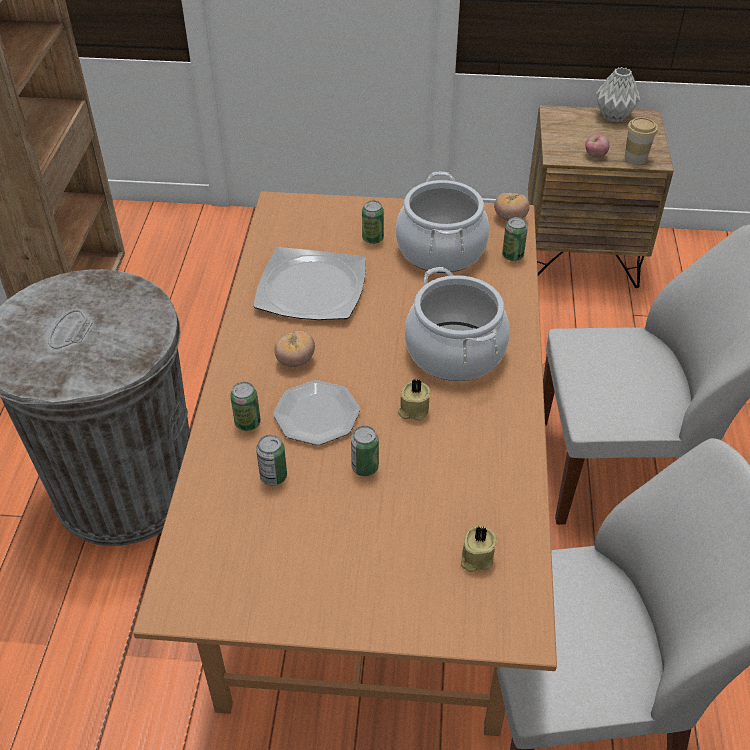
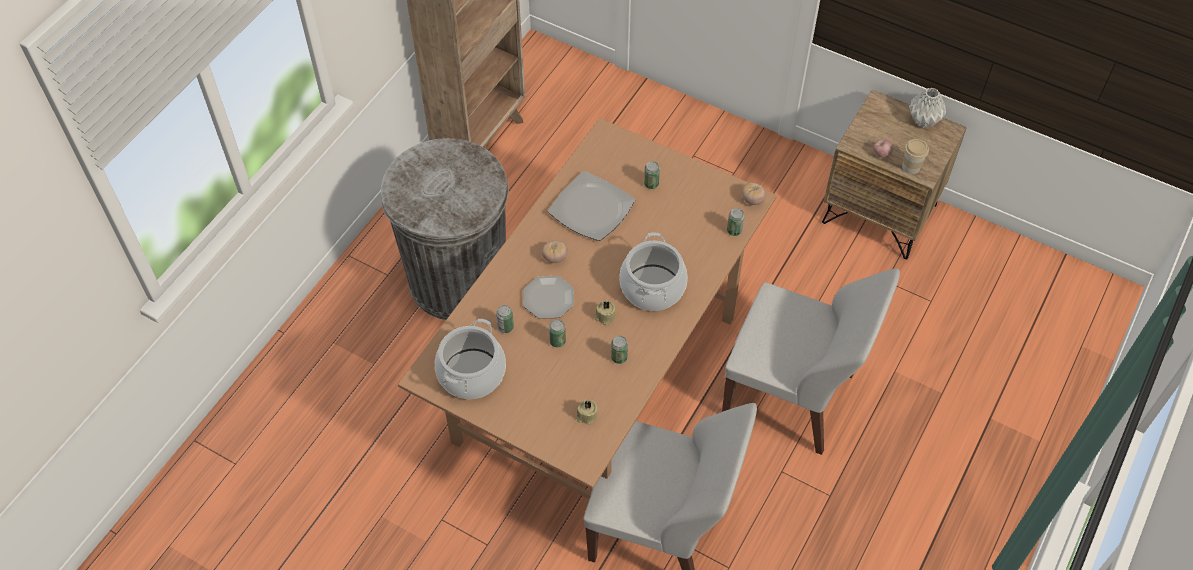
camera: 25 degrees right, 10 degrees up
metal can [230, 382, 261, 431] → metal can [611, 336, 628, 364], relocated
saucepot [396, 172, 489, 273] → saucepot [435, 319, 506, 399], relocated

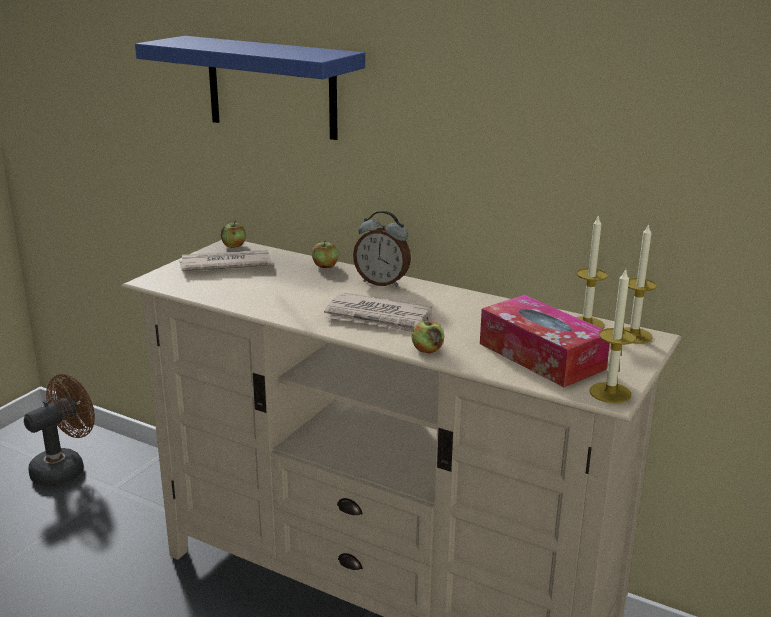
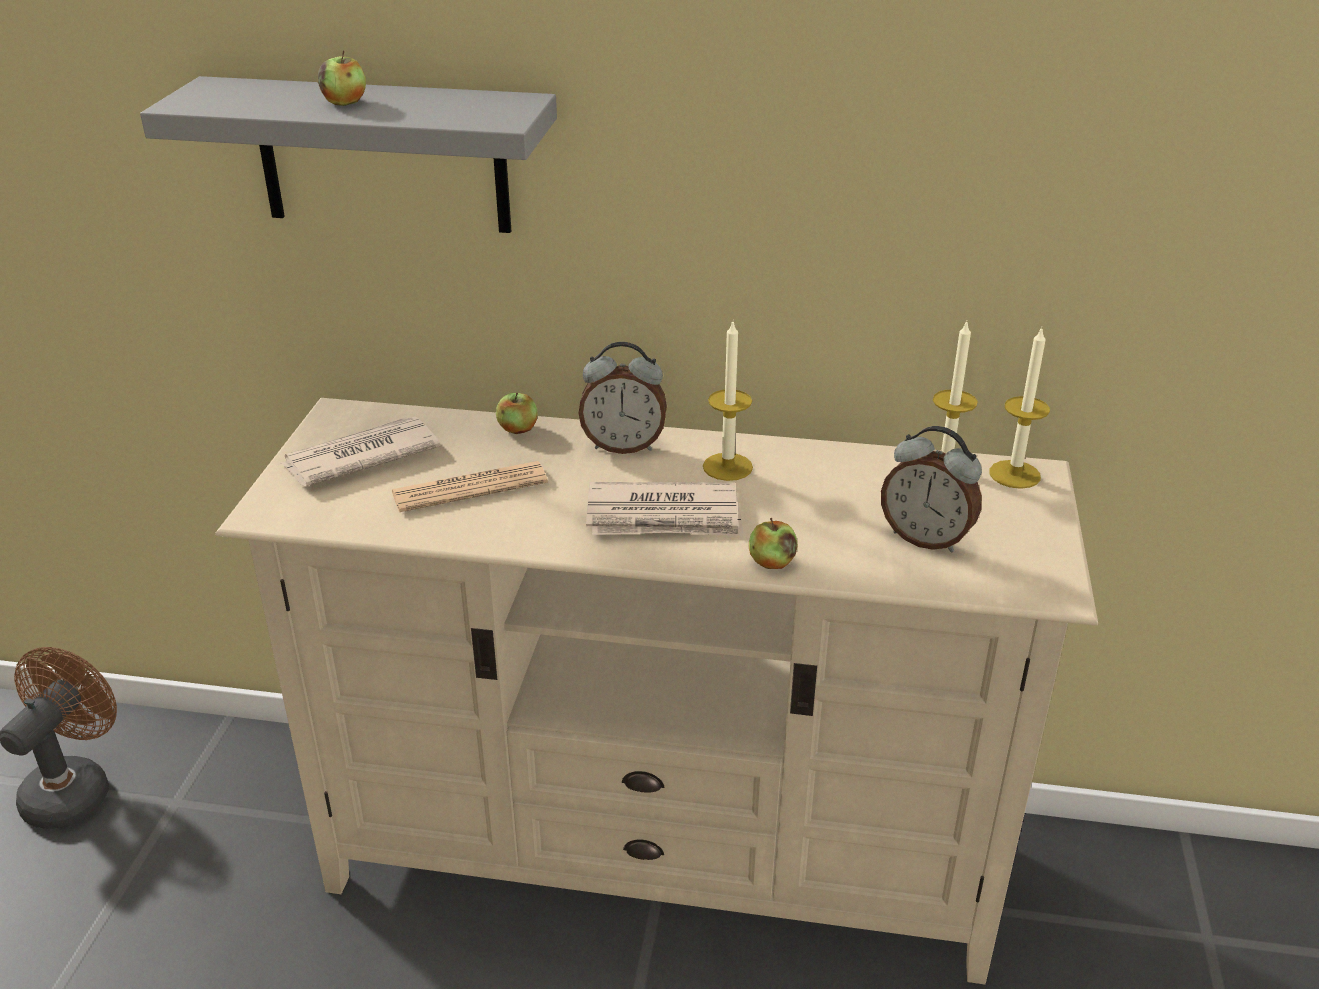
camera: 20 degrees left, 10 degrees up
blue wall shelf [135, 36, 365, 140] → grey wall shelf [140, 76, 557, 233]
whole apple [221, 221, 246, 248] → whole apple [318, 51, 366, 106], relocated
tissue box [480, 295, 610, 387] → table clock [881, 426, 982, 552]
wax light [589, 268, 636, 403] → wax light [703, 322, 753, 481], relocated
- → newspaper [392, 461, 548, 512]

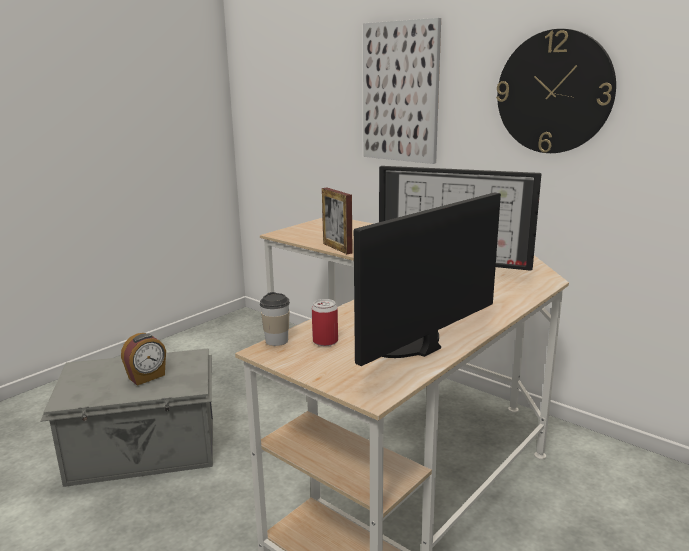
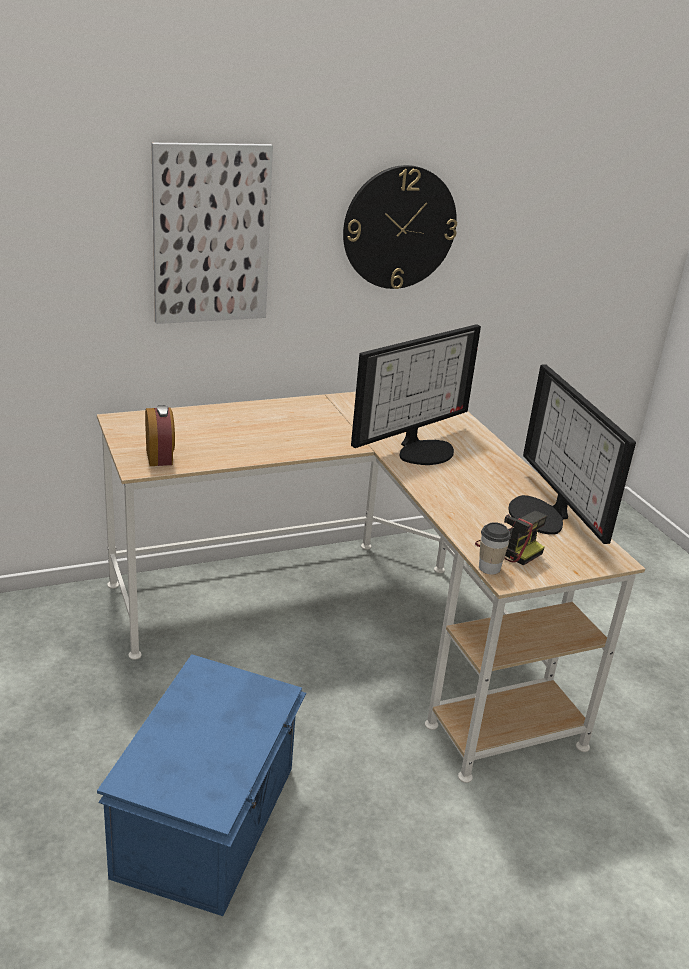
camera: 65 degrees left, 10 degrees up
grey storage box [40, 348, 213, 487] → blue storage box [97, 654, 306, 916]
table clock [121, 333, 166, 386] → table clock [145, 405, 175, 466], relocated
metal can [312, 299, 338, 346] → photo camera [475, 511, 547, 565]
standing frame [322, 188, 353, 254] → -

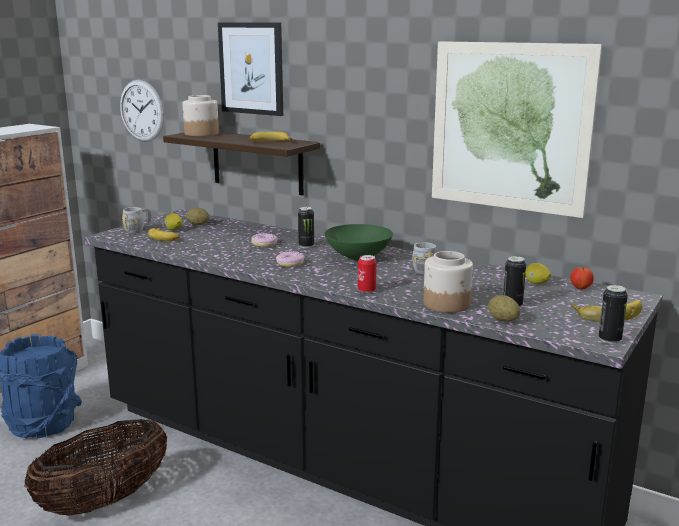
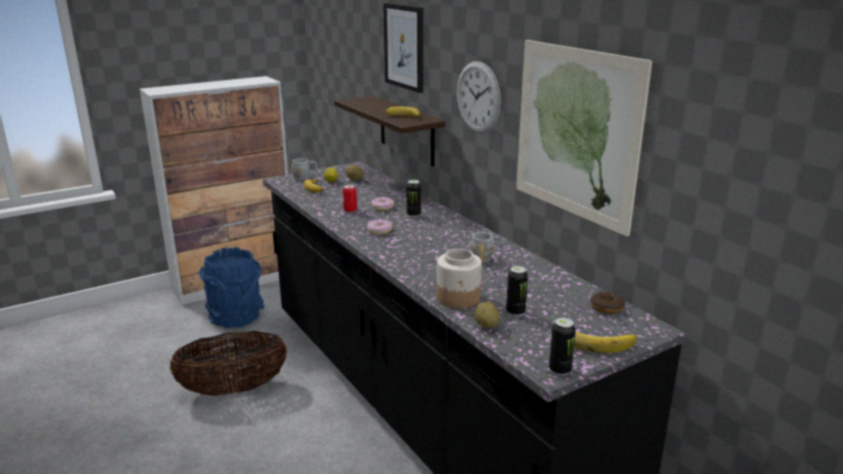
camera: 25 degrees right, 5 degrees up
hanging clock [120, 80, 164, 142] → hanging clock [457, 61, 501, 133], relocated
preserve jar [183, 95, 219, 136] → -
green-coloured serving bowl [325, 224, 393, 261] → -
metal can [358, 255, 377, 293] → metal can [343, 184, 357, 213], relocated
citrus fruit [526, 263, 551, 284] → -
whole apple [570, 267, 594, 290] → ring doughnut [591, 292, 625, 314]

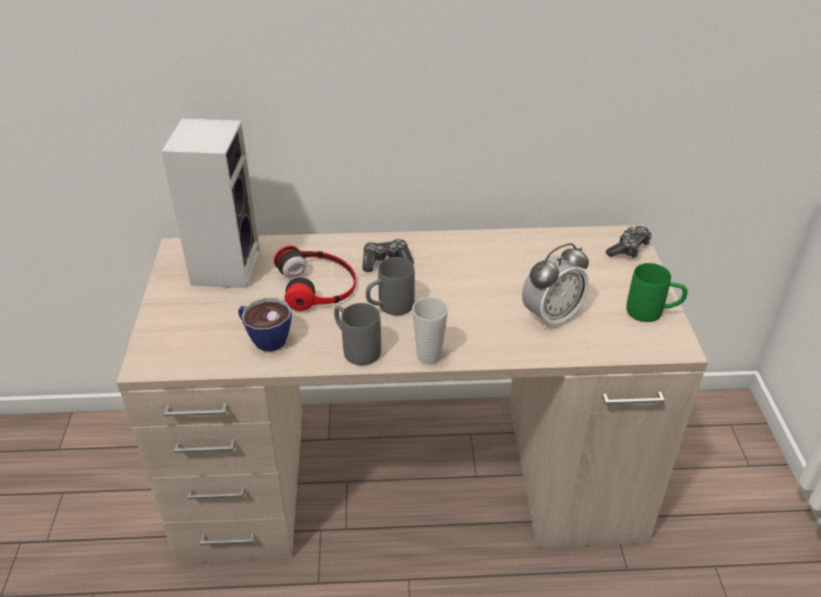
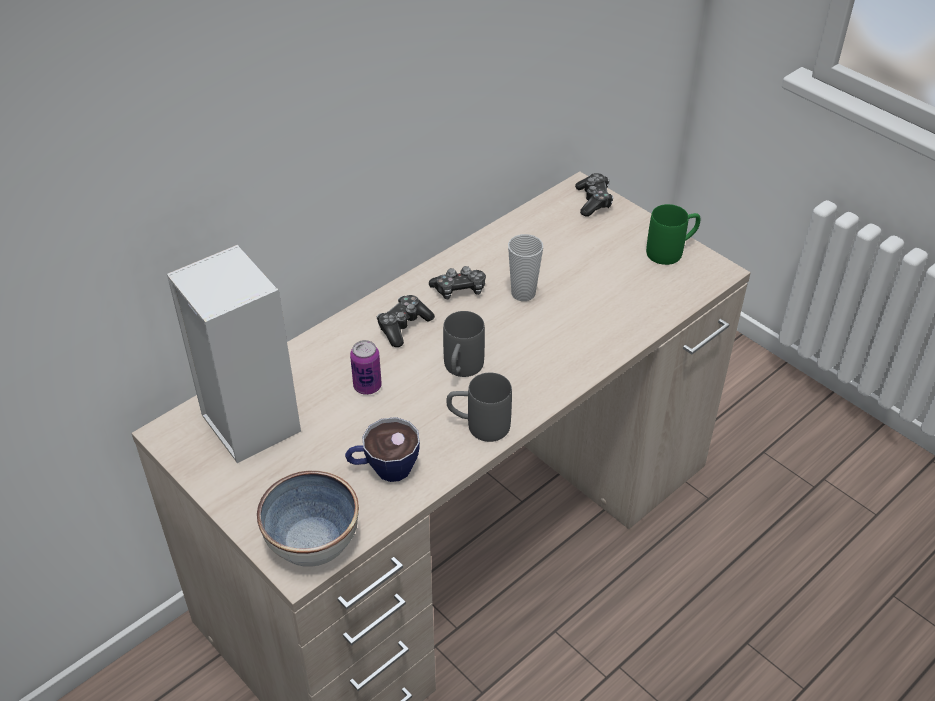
camera: 40 degrees left, 5 degrees up
headphones [274, 245, 356, 311] → metal can [350, 340, 382, 395]
drinking cup [412, 297, 448, 364] → drinking cup [508, 234, 543, 301], relocated
table clock [522, 243, 589, 330] → -
- → serving bowl [257, 470, 359, 567]
- → gamepad [429, 266, 486, 299]

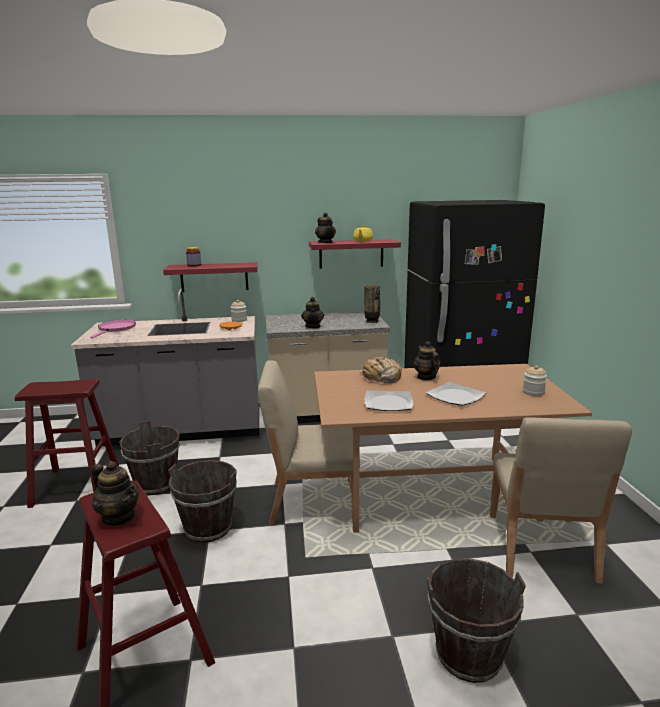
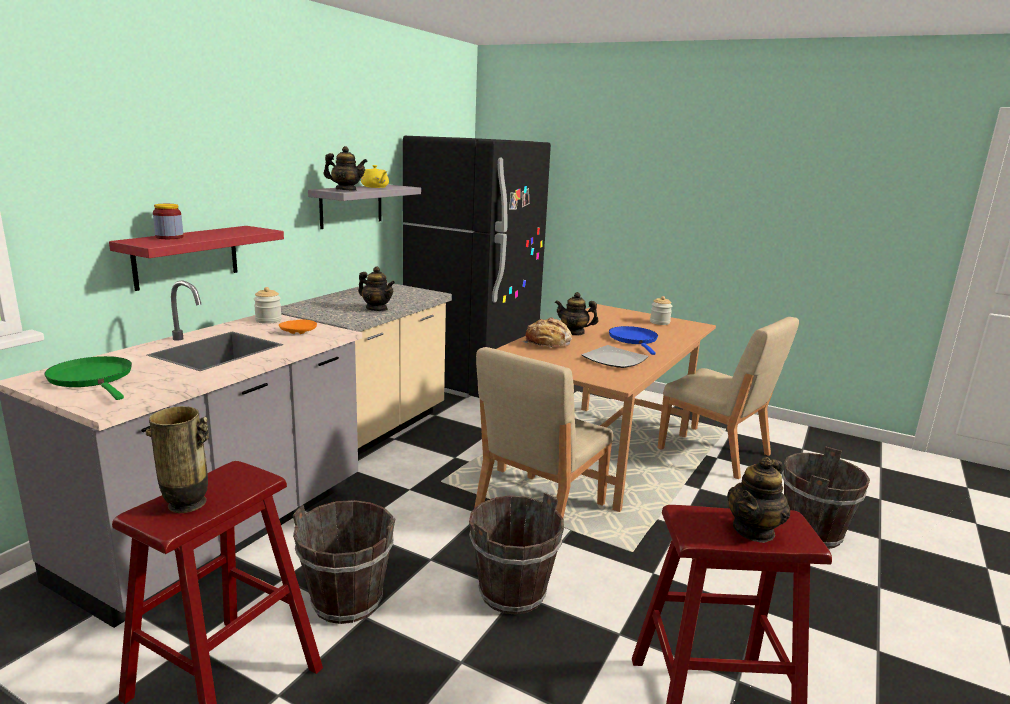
camera: 55 degrees left, 0 degrees up
pink-coloured pan [90, 320, 136, 338] → green-coloured pan [44, 356, 132, 400]
teapot [91, 461, 139, 525] → teapot [727, 457, 790, 543], 150 degrees clockwise
red wall shelf [309, 239, 401, 269] → grey wall shelf [308, 185, 421, 229]
flower vase [364, 285, 380, 323] → flower vase [146, 406, 209, 513], relocated
flat dish [426, 382, 486, 406] → blue pan [609, 326, 658, 355]

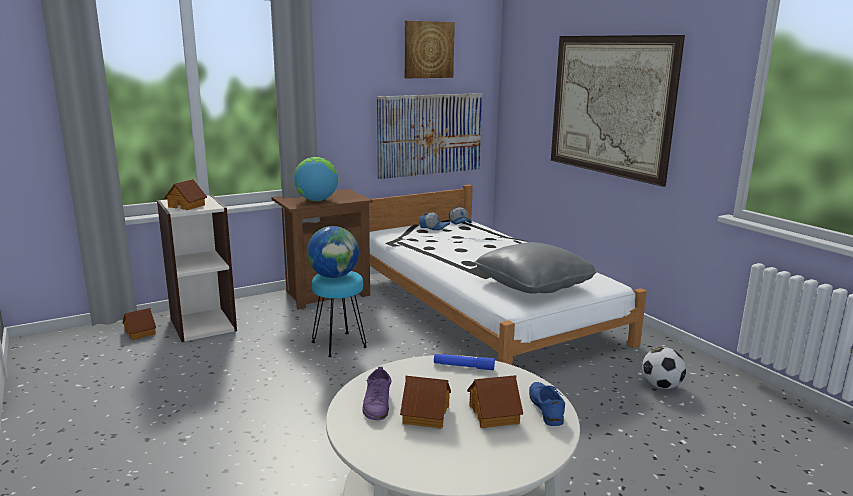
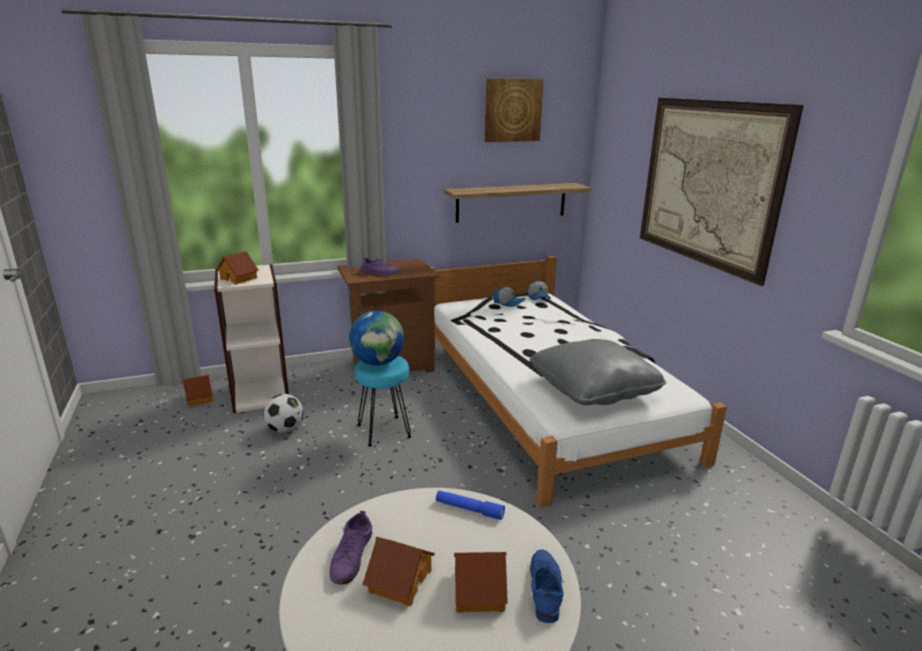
camera: 10 degrees right, 5 degrees up
desk globe [294, 157, 338, 201] → purple-coloured low shoe [360, 257, 400, 276]
wall picture [377, 93, 482, 179] → wall shelf [444, 183, 592, 223]
ball for football [642, 347, 686, 389] → ball for football [263, 394, 304, 433], relocated

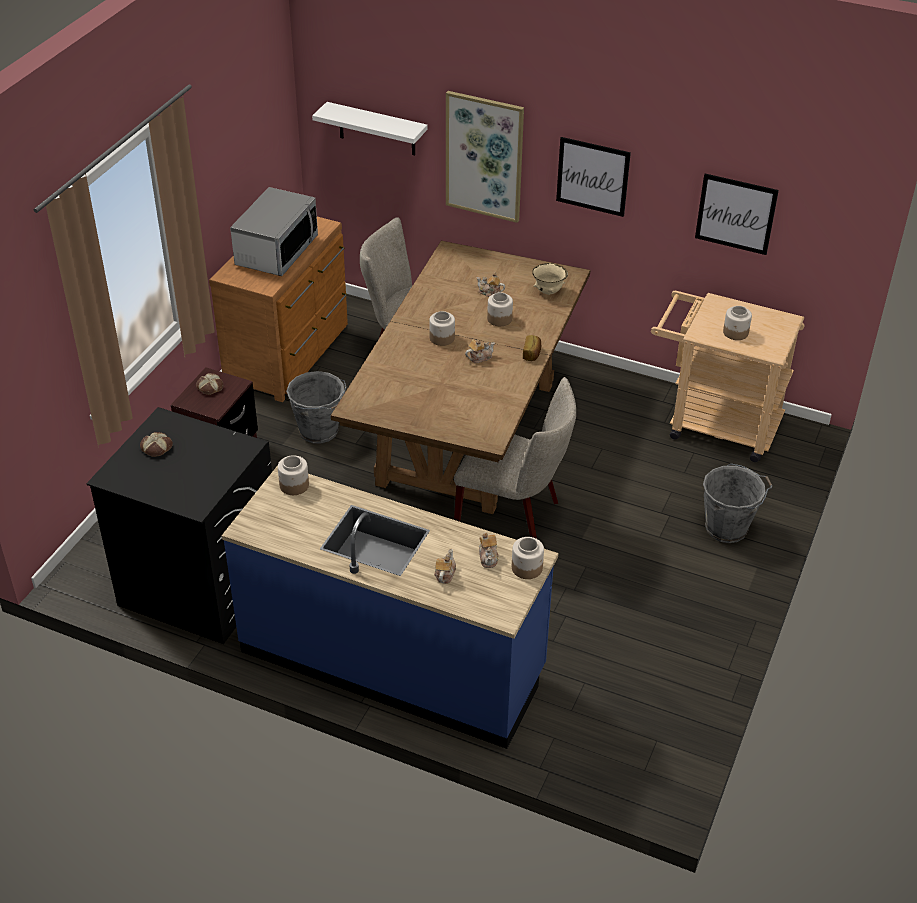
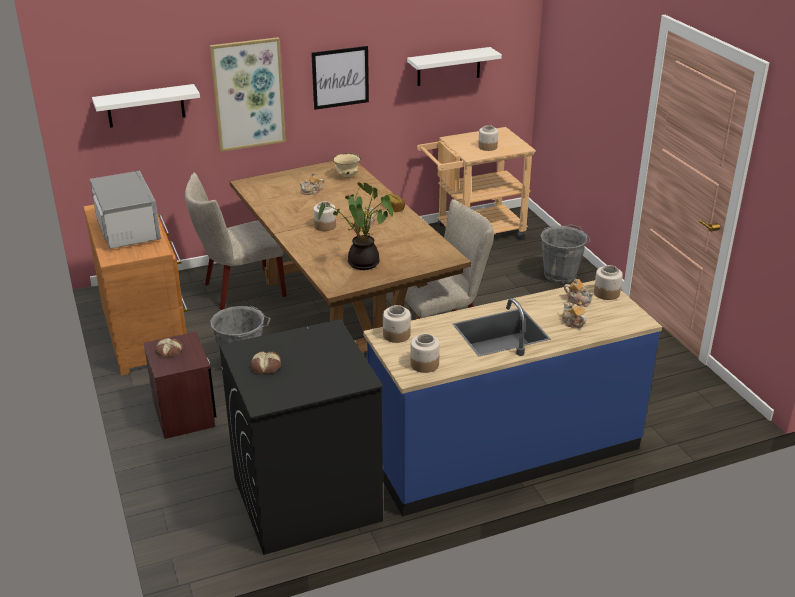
camera: 45 degrees left, 10 degrees down
preserve jar [487, 292, 513, 326] → preserve jar [410, 334, 440, 373], relocated
wall picture [695, 174, 779, 255] → whitish wall shelf [407, 47, 502, 86]
- → potted plant [318, 182, 394, 270]

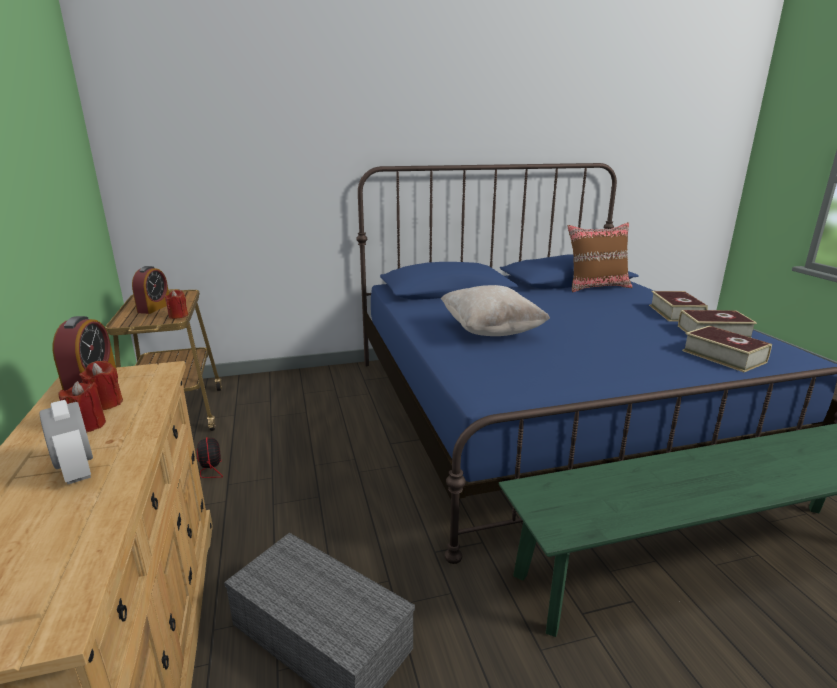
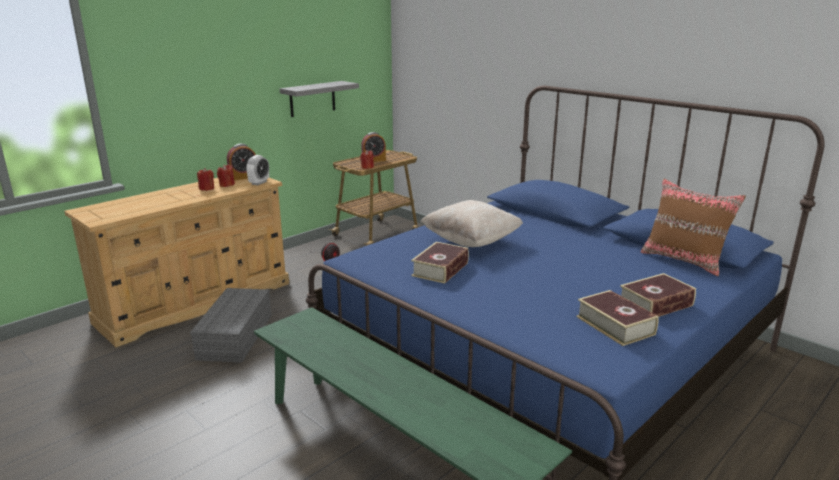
camera: 60 degrees right, 0 degrees up
table clock [39, 400, 93, 484] → table clock [246, 155, 269, 185], relocated
book [682, 326, 772, 372] → book [411, 242, 469, 284], relocated
- → grey wall shelf [280, 81, 359, 117]

